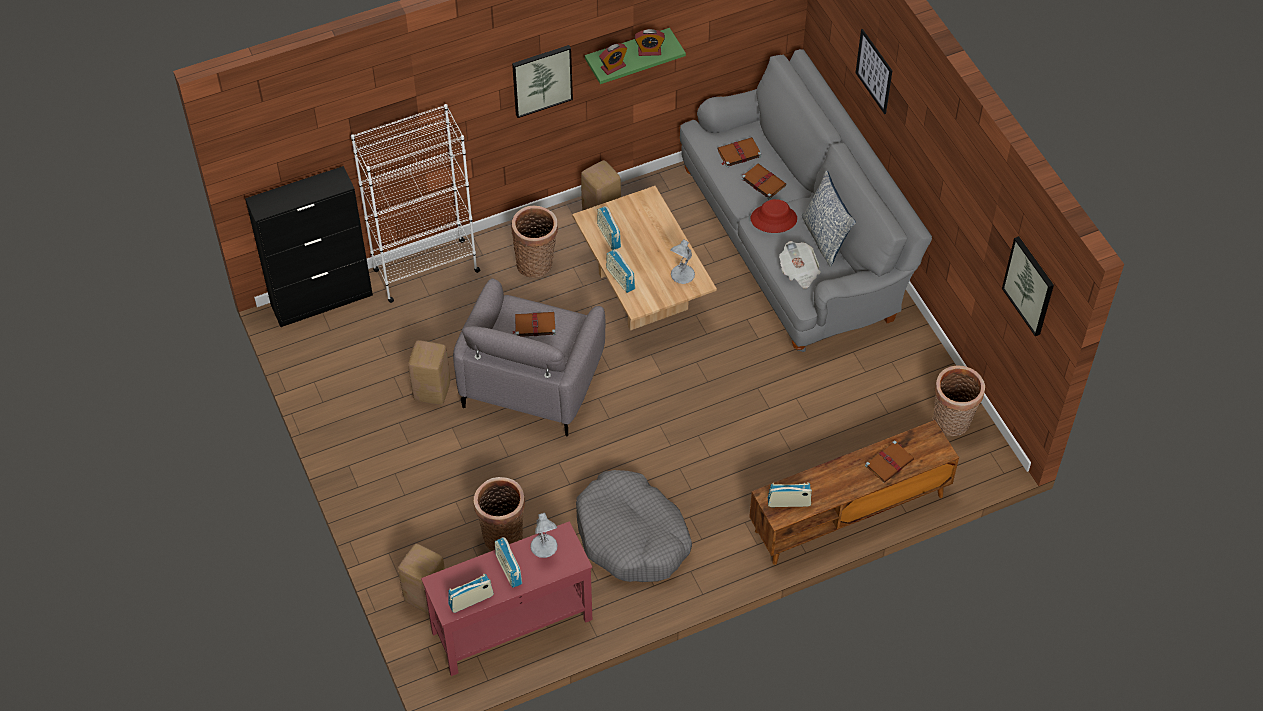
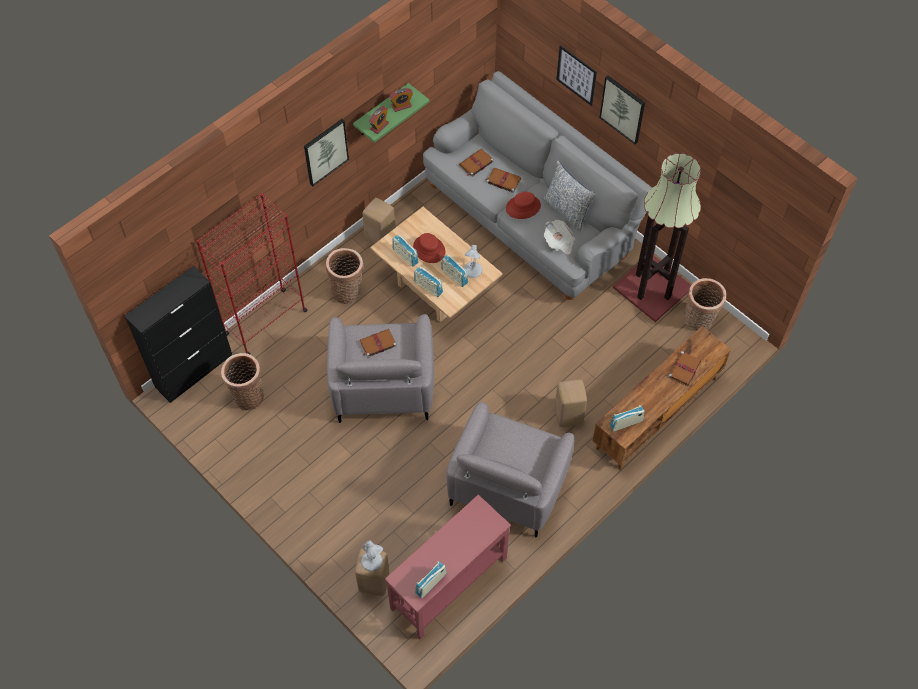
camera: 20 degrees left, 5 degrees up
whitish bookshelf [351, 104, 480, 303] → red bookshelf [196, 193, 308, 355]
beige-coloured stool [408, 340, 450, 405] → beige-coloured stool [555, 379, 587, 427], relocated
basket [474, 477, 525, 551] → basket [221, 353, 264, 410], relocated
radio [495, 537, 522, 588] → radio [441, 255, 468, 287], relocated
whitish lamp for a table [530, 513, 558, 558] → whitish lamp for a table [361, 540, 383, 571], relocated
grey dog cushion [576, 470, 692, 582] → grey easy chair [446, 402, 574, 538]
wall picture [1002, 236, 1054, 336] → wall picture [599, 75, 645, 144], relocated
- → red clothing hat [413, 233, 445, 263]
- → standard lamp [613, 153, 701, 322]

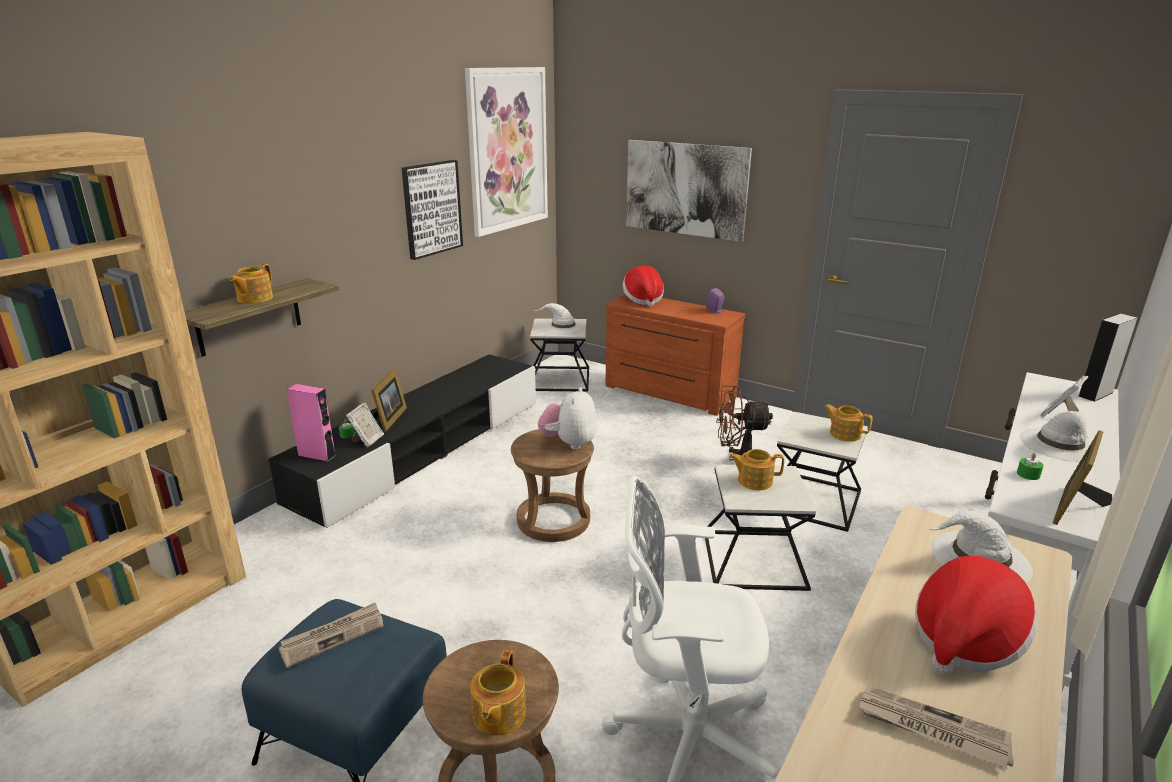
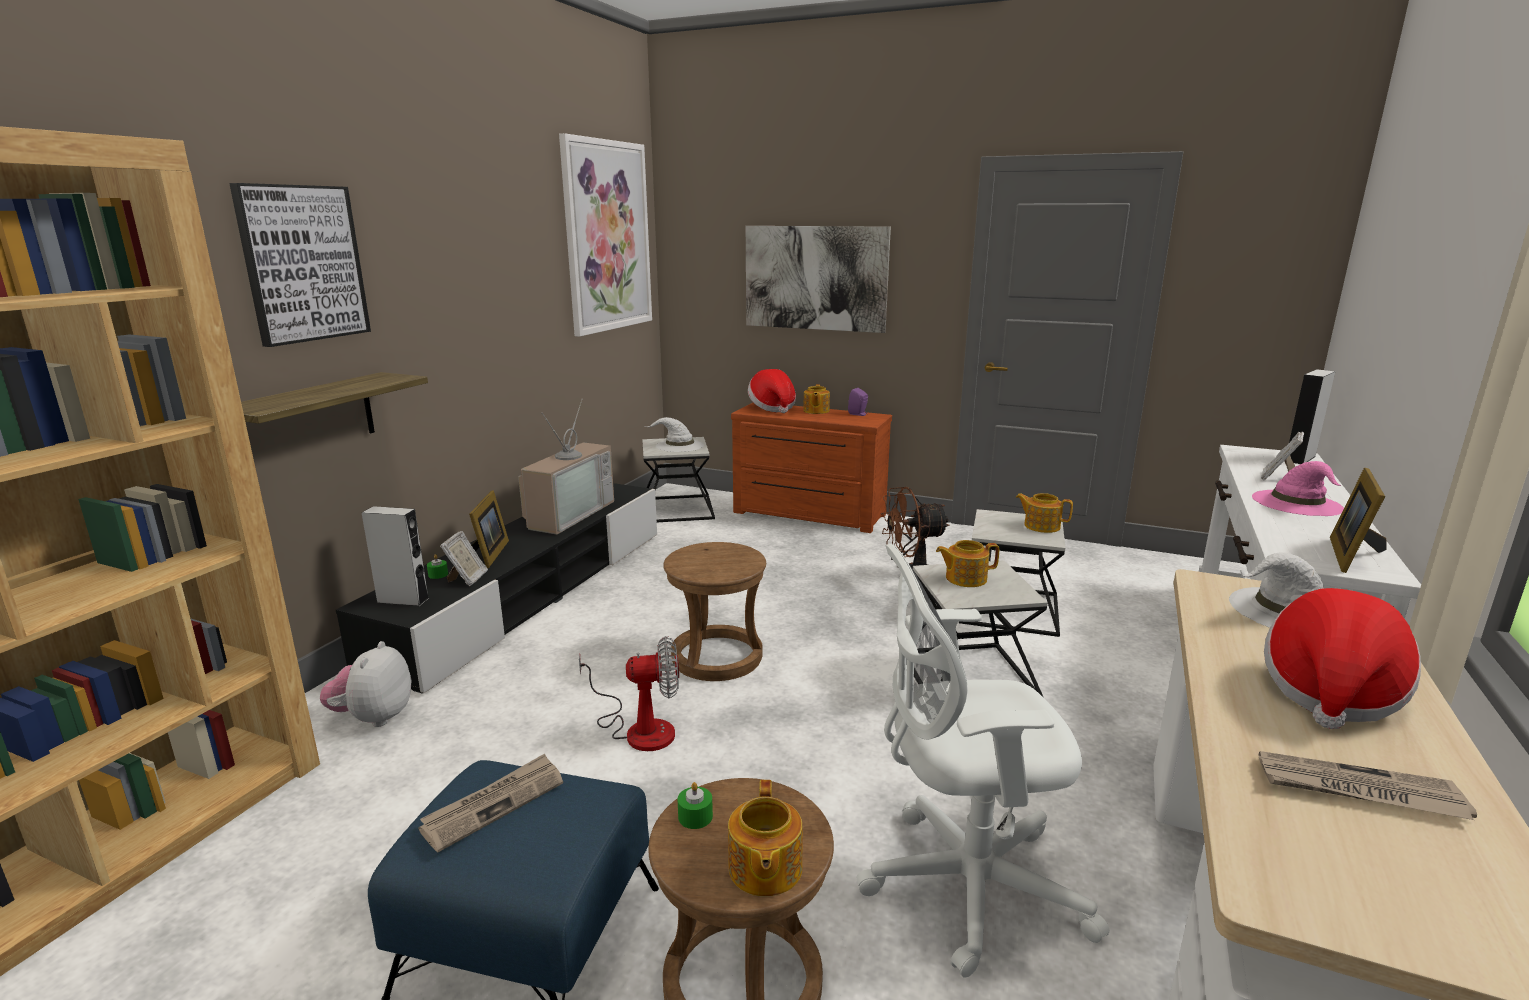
camera: 10 degrees left, 5 degrees down
teapot [230, 264, 273, 304] → teapot [803, 384, 830, 414], relocated
pink-coloured audio speaker [286, 384, 336, 462] → grey audio speaker [362, 506, 429, 607]
wall picture [402, 160, 463, 260] → wall picture [229, 183, 371, 347], relocated
plush toy [538, 387, 597, 450] → plush toy [320, 641, 411, 727], relocated
green-coloured wax light [1017, 453, 1044, 480] → green-coloured wax light [678, 782, 713, 829], relocated
whitish clothing hat [1020, 411, 1102, 462] → pink-coloured clothing hat [1252, 461, 1344, 516]
- → television [518, 399, 614, 535]
- → cooling fan [579, 636, 679, 751]

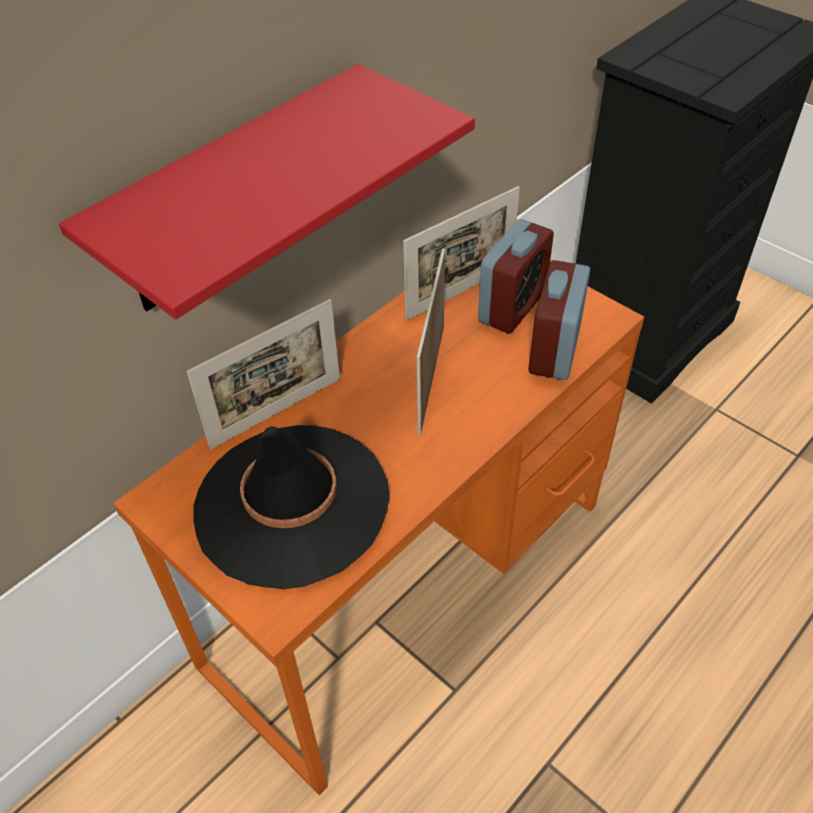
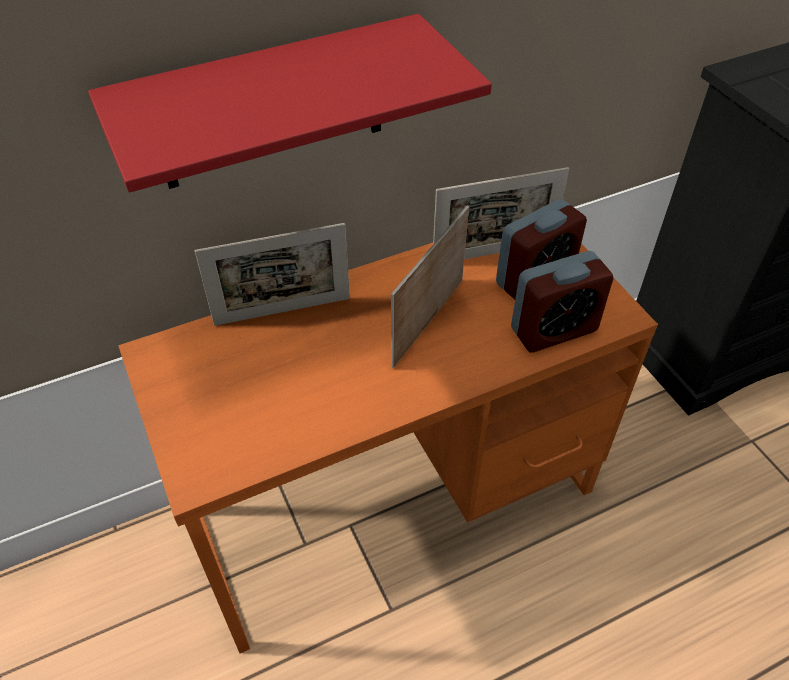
camera: 20 degrees right, 0 degrees up
blackish clothing hat [193, 425, 390, 589] → -
table clock [528, 260, 590, 380] → table clock [511, 251, 613, 353], 150 degrees counterclockwise

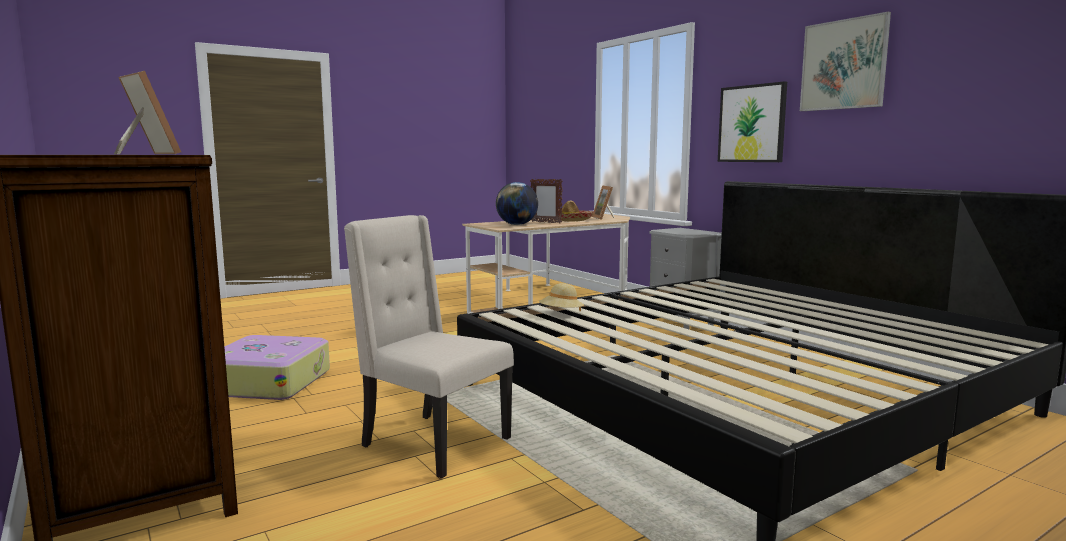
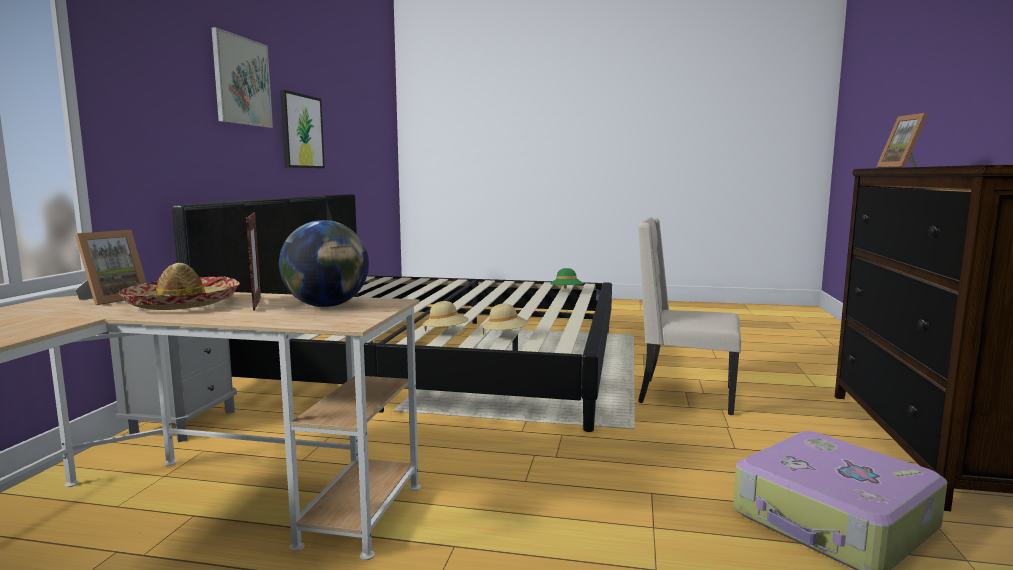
camera: 135 degrees left, 0 degrees up
beige-coloured chair [344, 215, 514, 478] → beige-coloured chair [638, 217, 741, 415], 120 degrees clockwise
wall picture [718, 81, 787, 162] → wall picture [280, 90, 325, 168], relocated
- → beige-coloured clothing hat [423, 301, 469, 331]
- → green-coloured clothing hat [550, 268, 584, 289]

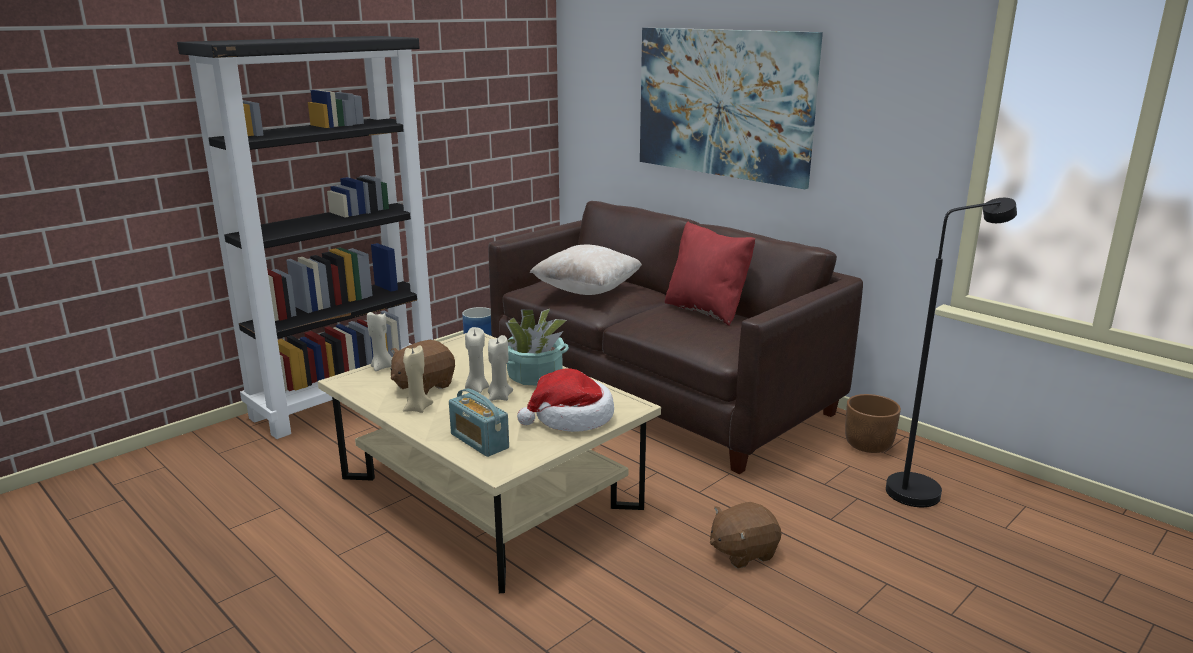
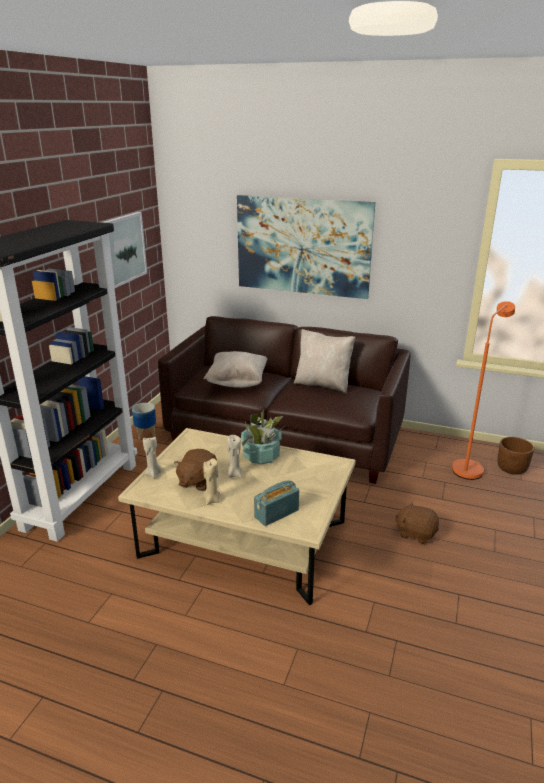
camera: 25 degrees left, 5 degrees up
radio [449, 389, 509, 457] → radio [254, 481, 299, 526], 120 degrees clockwise
beige-coloured wax light [488, 335, 513, 401] → -
clothing hat [517, 368, 614, 432] → -
red pillow [665, 222, 755, 326] → beige-coloured pillow [294, 329, 355, 394]
brown-coloured plush toy [710, 502, 781, 569] → brown-coloured plush toy [394, 502, 439, 544], 75 degrees clockwise
brown-coloured flower pot [845, 394, 901, 453] → brown-coloured flower pot [497, 437, 534, 475], relocated
blackish standard lamp [886, 198, 1017, 507] → orangey standard lamp [452, 301, 515, 480]
- → wall picture [102, 212, 147, 288]

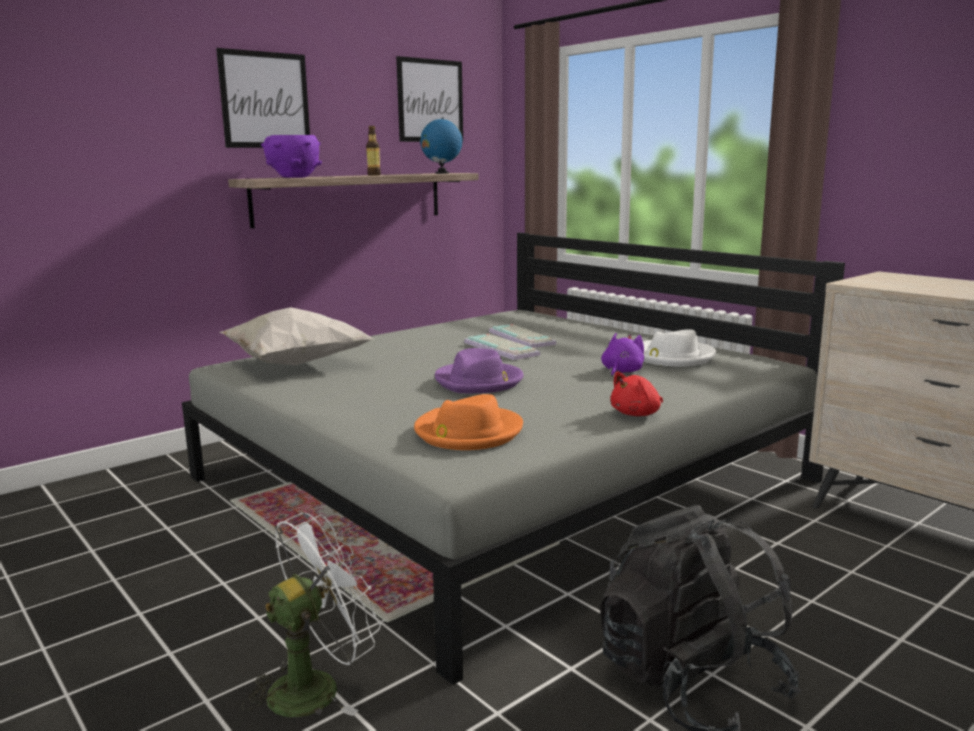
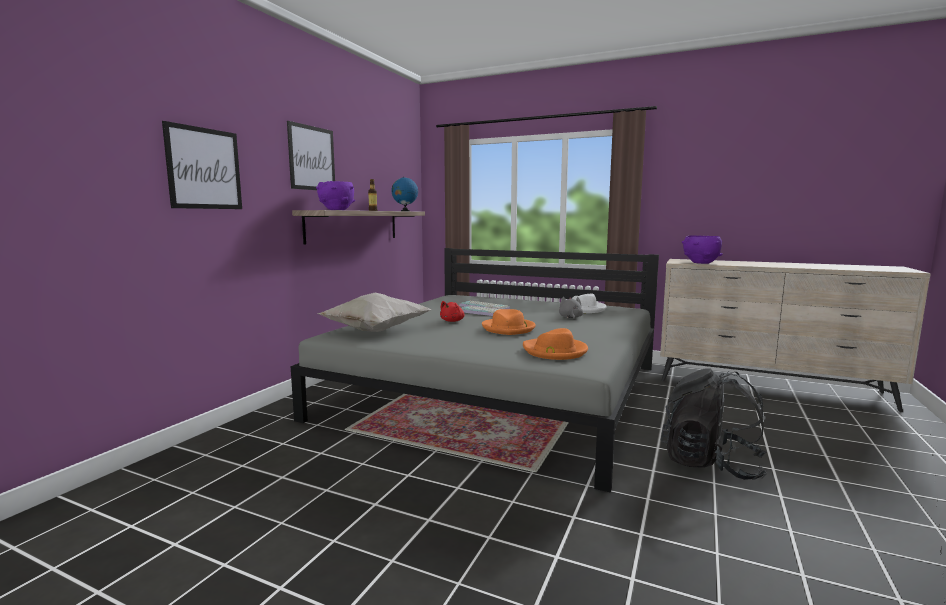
camera: 25 degrees left, 5 degrees down
whitish cooling fan [241, 513, 381, 717] → -
wall picture [396, 56, 463, 142] → wall picture [162, 121, 242, 209], relocated
purple-coloured clothing hat [435, 348, 523, 393] → orangey clothing hat [482, 309, 536, 335]
purple-coloured plush toy [601, 333, 644, 377] → grey plush toy [559, 297, 583, 320]
red plush toy [610, 371, 663, 416] → red plush toy [440, 301, 465, 322], relocated
- → purple-coloured serving bowl [682, 235, 723, 264]

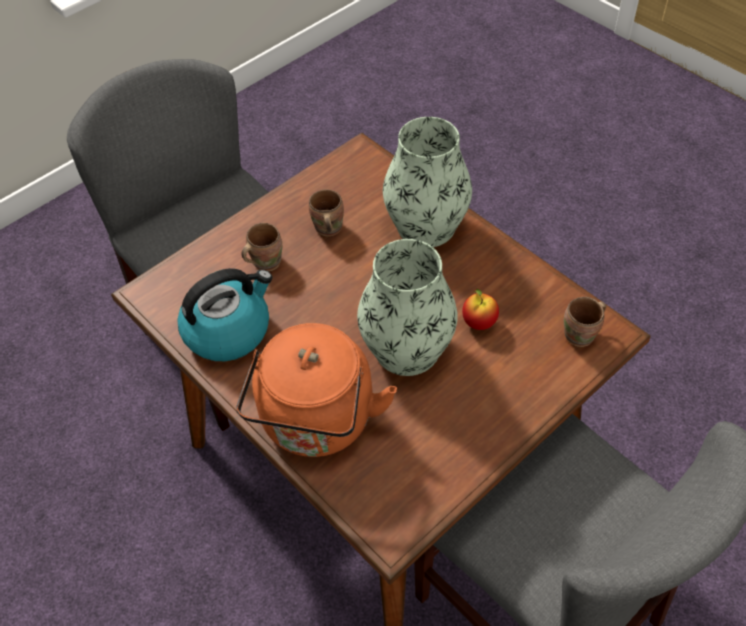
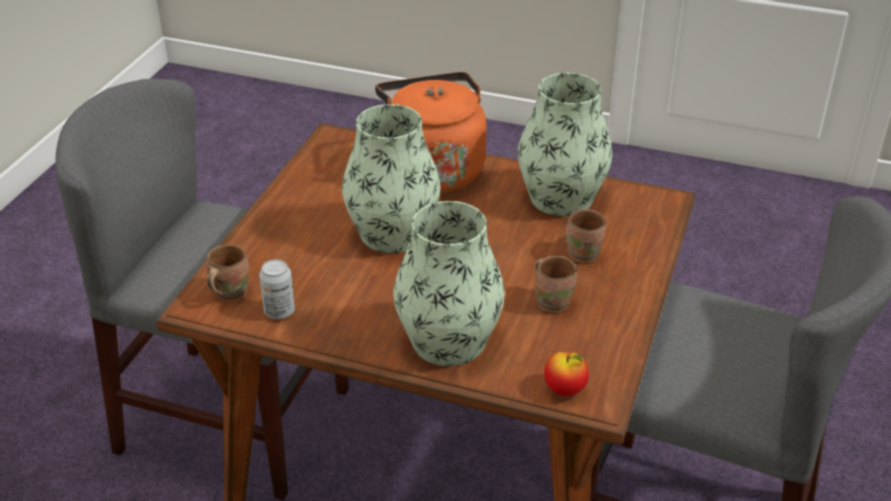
camera: 150 degrees right, 15 degrees down
water kettle [177, 268, 272, 361] → flower vase [518, 73, 612, 216]
whole apple [462, 289, 499, 330] → whole apple [544, 352, 589, 396], relocated
- → metal can [259, 259, 295, 319]

